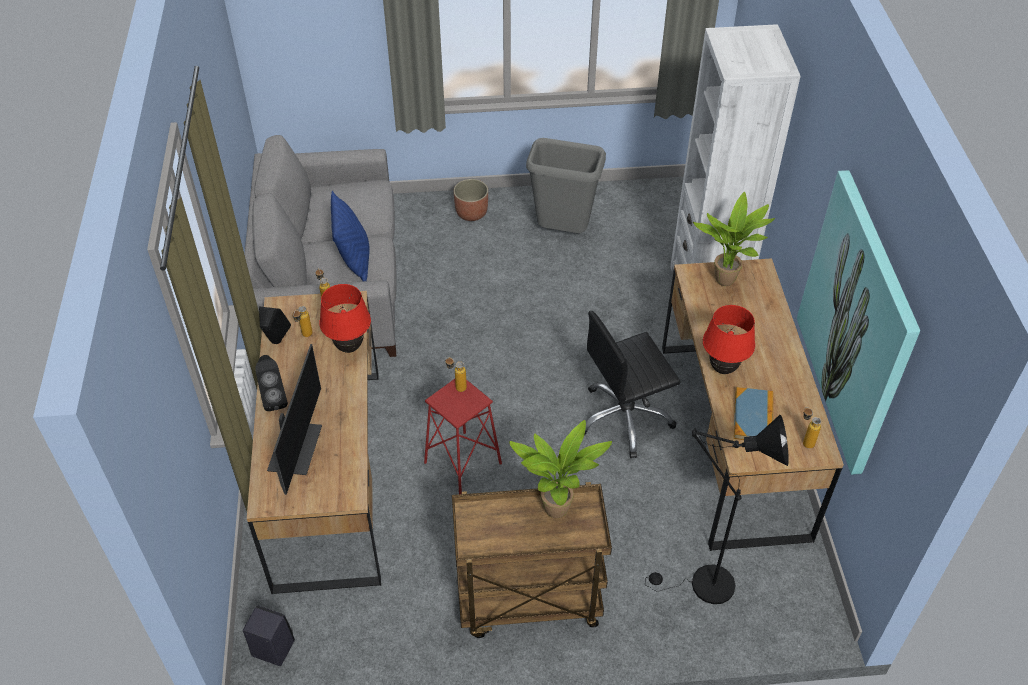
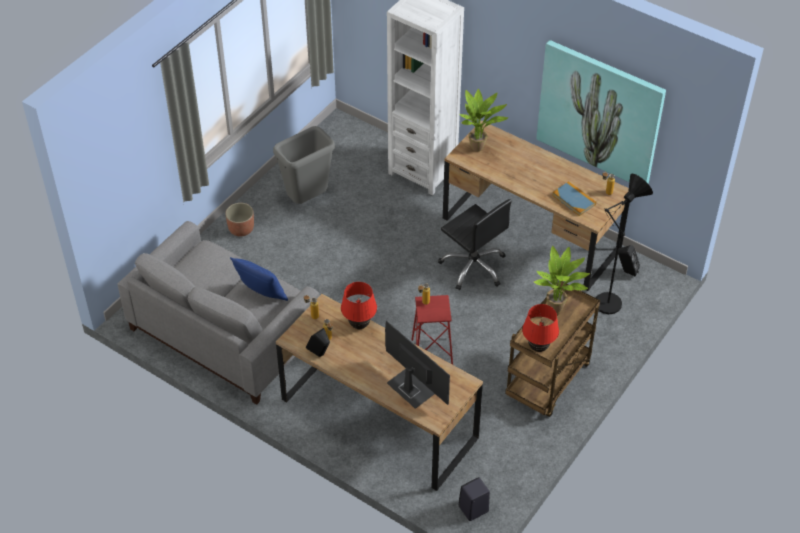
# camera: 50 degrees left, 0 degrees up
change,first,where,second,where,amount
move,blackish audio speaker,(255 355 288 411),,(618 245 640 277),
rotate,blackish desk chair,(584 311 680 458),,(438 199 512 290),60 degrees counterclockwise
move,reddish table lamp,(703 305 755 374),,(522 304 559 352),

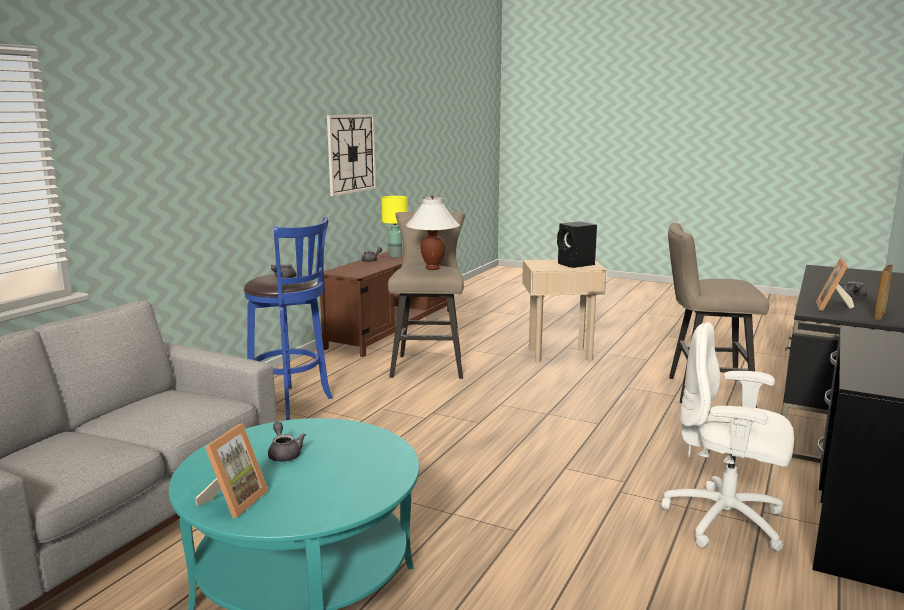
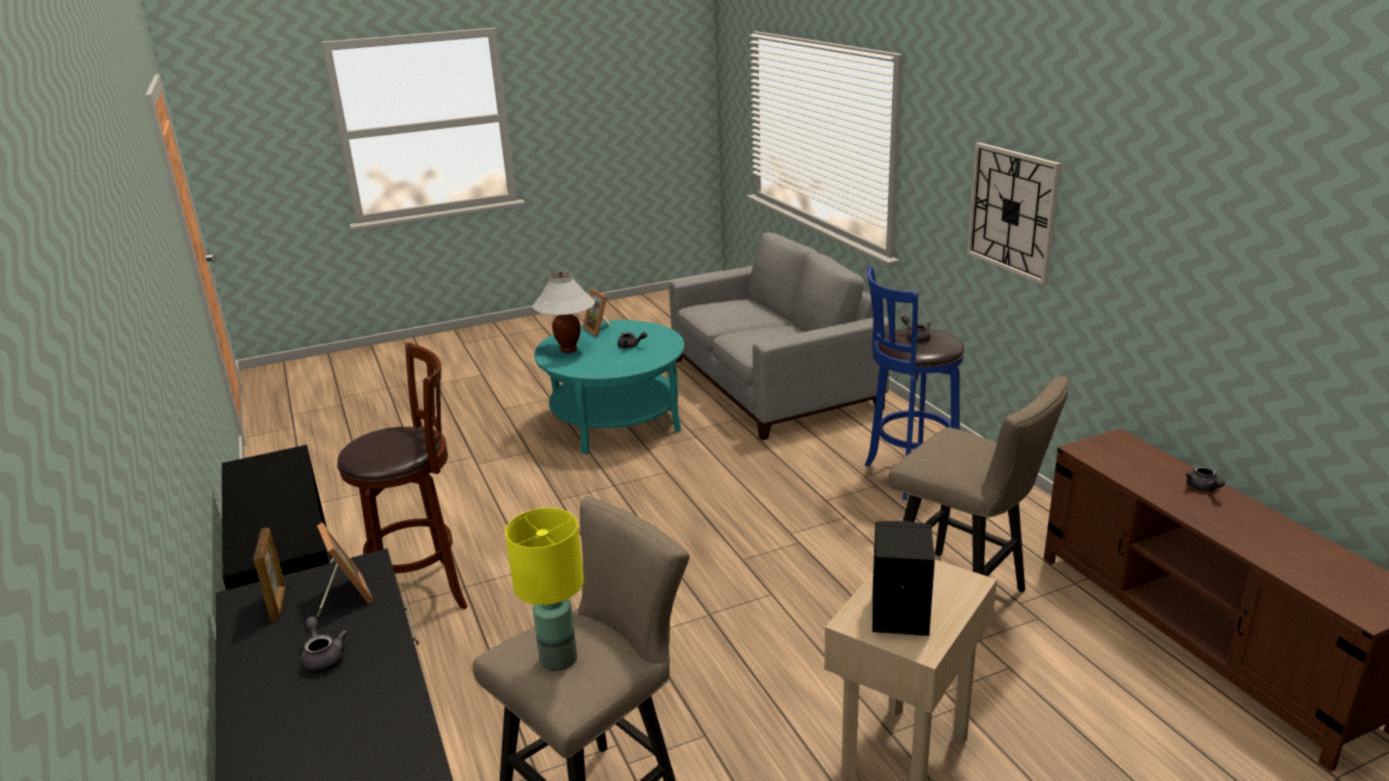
# camera: 130 degrees right, 10 degrees up
change,first,where,second,where,amount
move,hanging clock,(327 114 376 196),,(967 142 1062 285),
move,yellowish table lamp,(381 196 408 258),,(505 508 584 671),
move,white table lamp,(406 195 460 270),,(533 271 595 353),
replace,white desk chair,(661 322 794 551),brown sitting stool,(337 343 468 609),

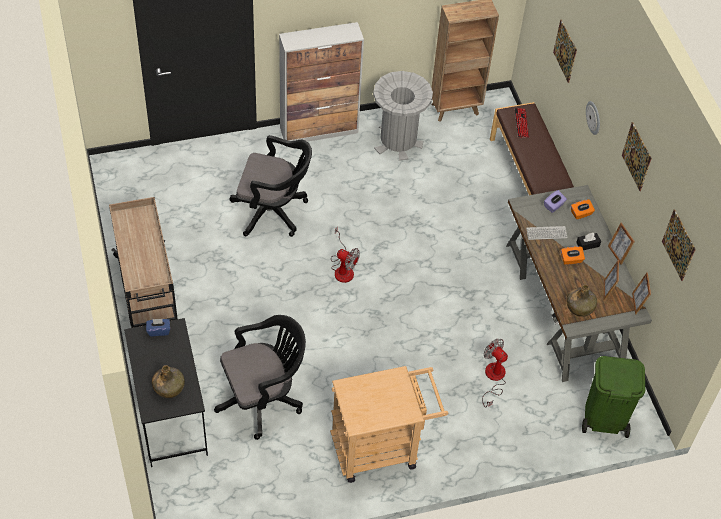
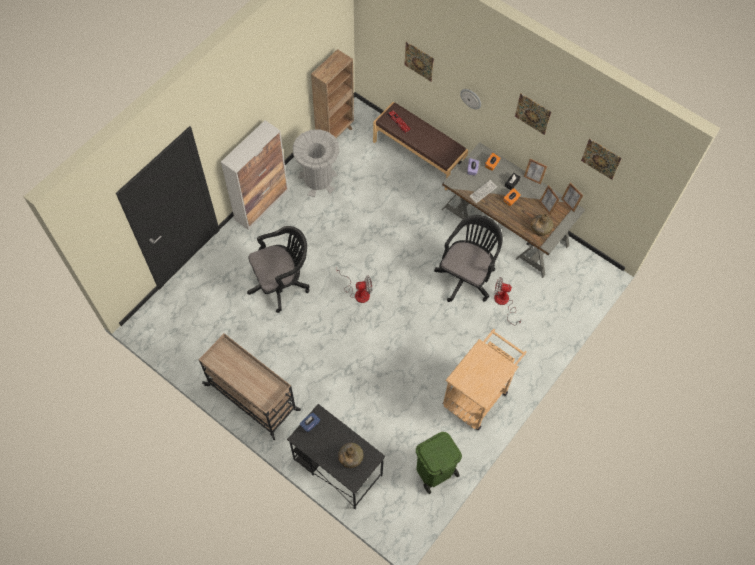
# camera: 35 degrees left, 10 degrees up
change,first,where,second,where,amount
move,blackish desk chair,(214 315 306 440),,(434 215 503 302),
move,greenish trash can,(582 356 645 438),,(416 432 462 494),

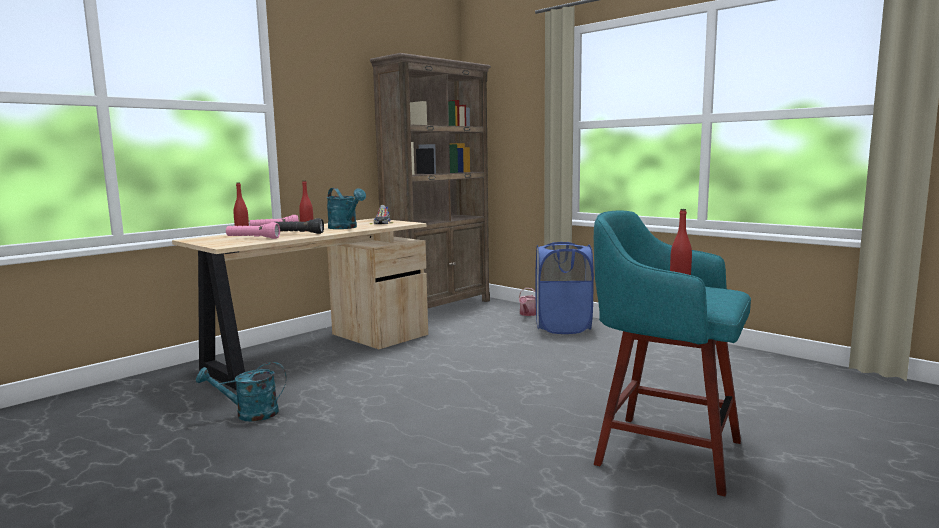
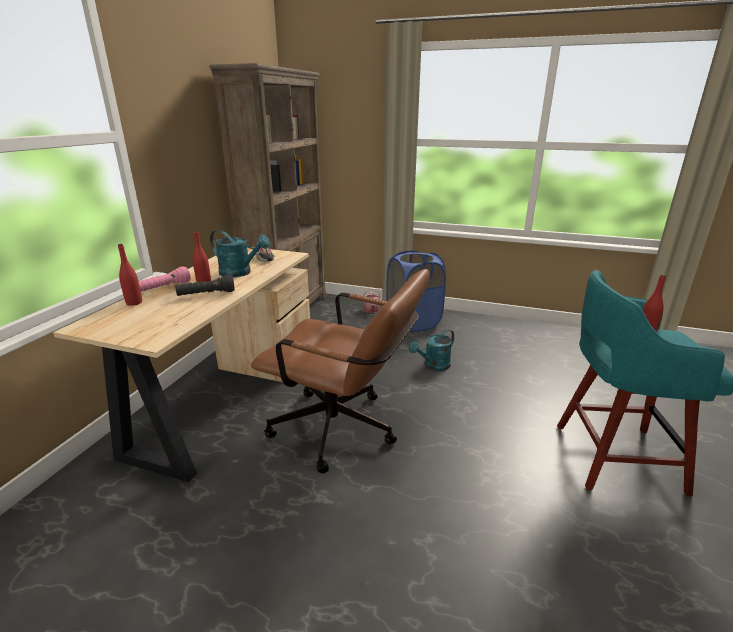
# camera: 25 degrees left, 15 degrees up
change,first,where,second,where,amount
move,blue-green watering can,(196 362 287 422),,(409 329 454 371),
delete,pink flashlight,(226 222 280 239),,,
insert,,,brown desk chair,(251 269 429 473),

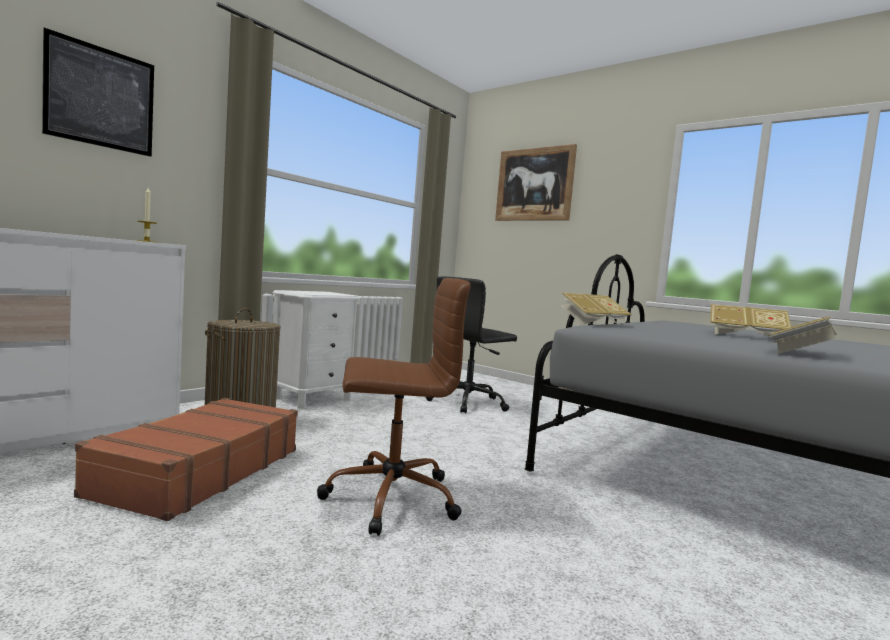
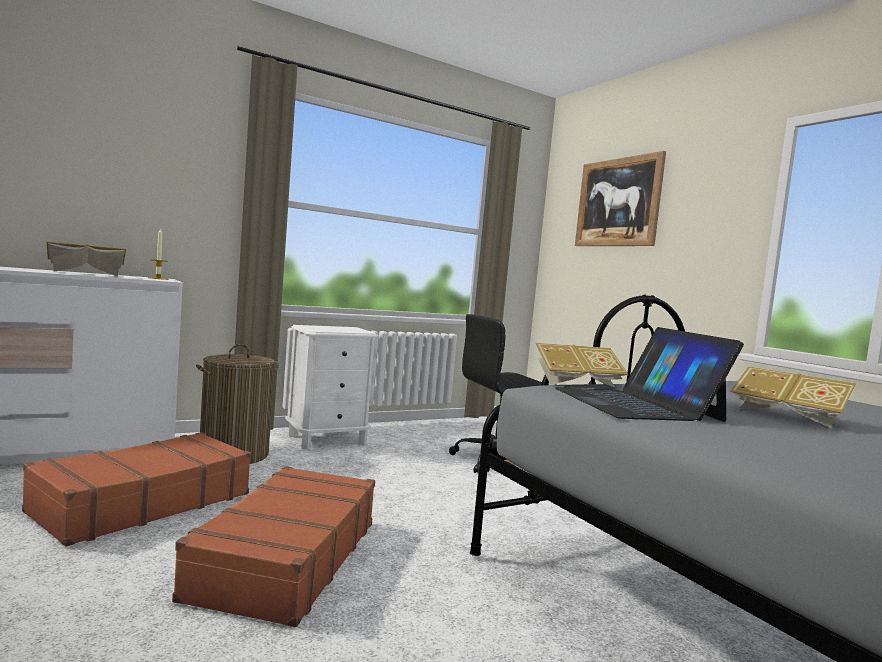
# camera: 20 degrees right, 0 degrees up
change,first,where,second,where,amount
delete,picture,(42 28 154 157),,,
replace,brown desk chair,(317 278 471 536),brown piece of luggage,(172 466 375 627),
move,volume,(768 316 837 354),,(47 242 126 276),
insert,,,portable computer,(555 327 744 422),

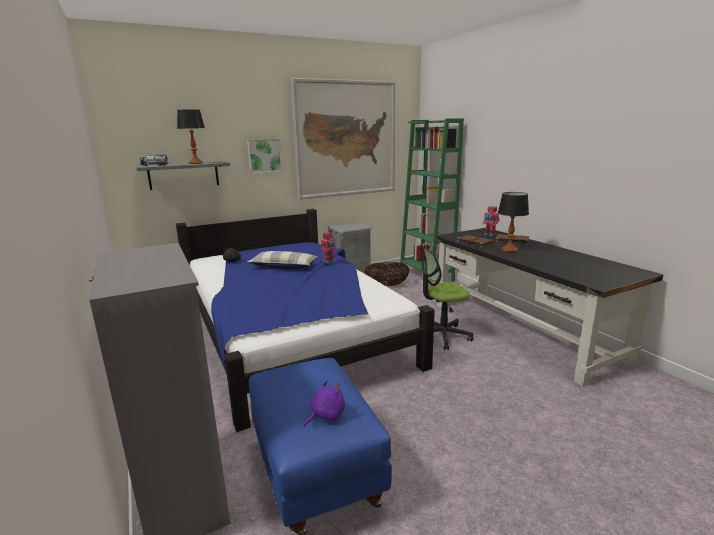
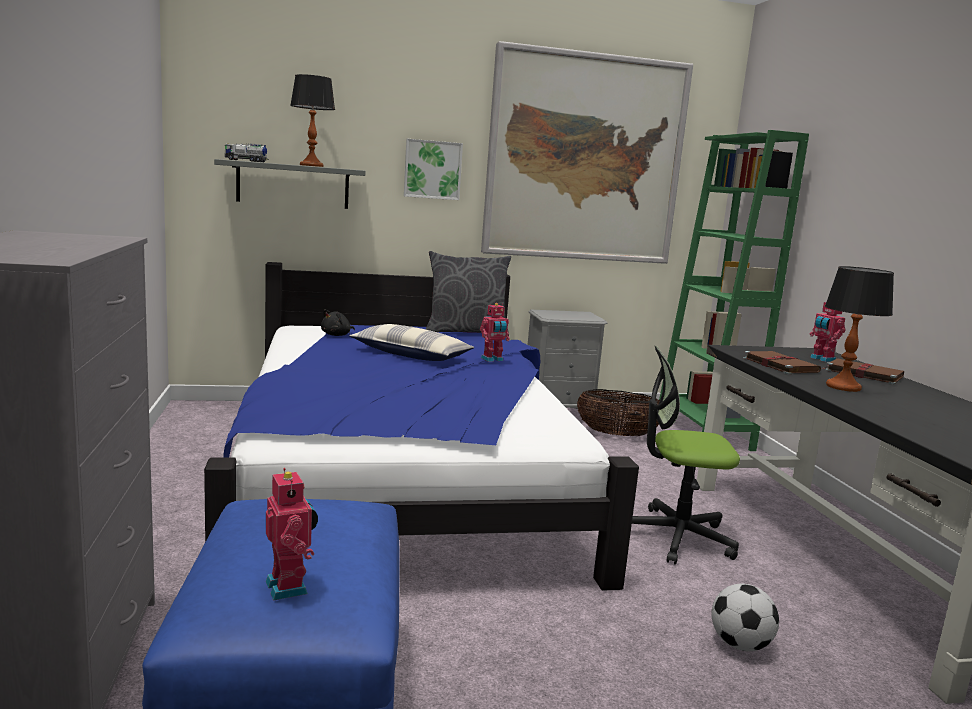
# camera: 15 degrees right, 5 degrees down
change,first,where,second,where,amount
replace,purple-coloured cuddly toy,(304 380 345 427),model robot,(266 468 318 601),
insert,,,greyish cushion,(426 251 511 337),
insert,,,football ball,(712 584 779 651),

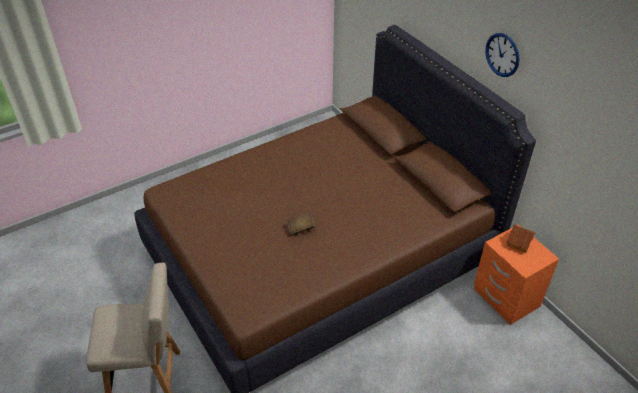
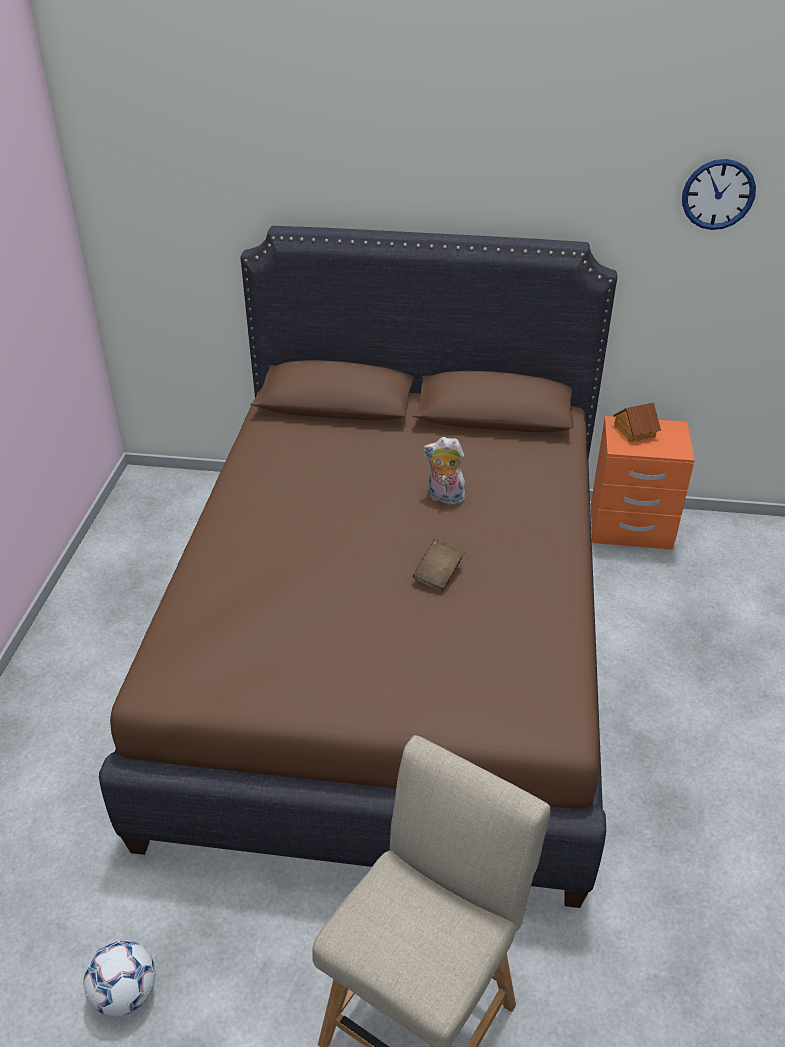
# camera: 50 degrees left, 5 degrees down
change,first,where,second,where,amount
move,hanging clock,(485 33 520 77),,(682 159 756 230),
insert,,,football ball,(83 940 155 1017),
insert,,,cuddly toy,(424 437 465 505),

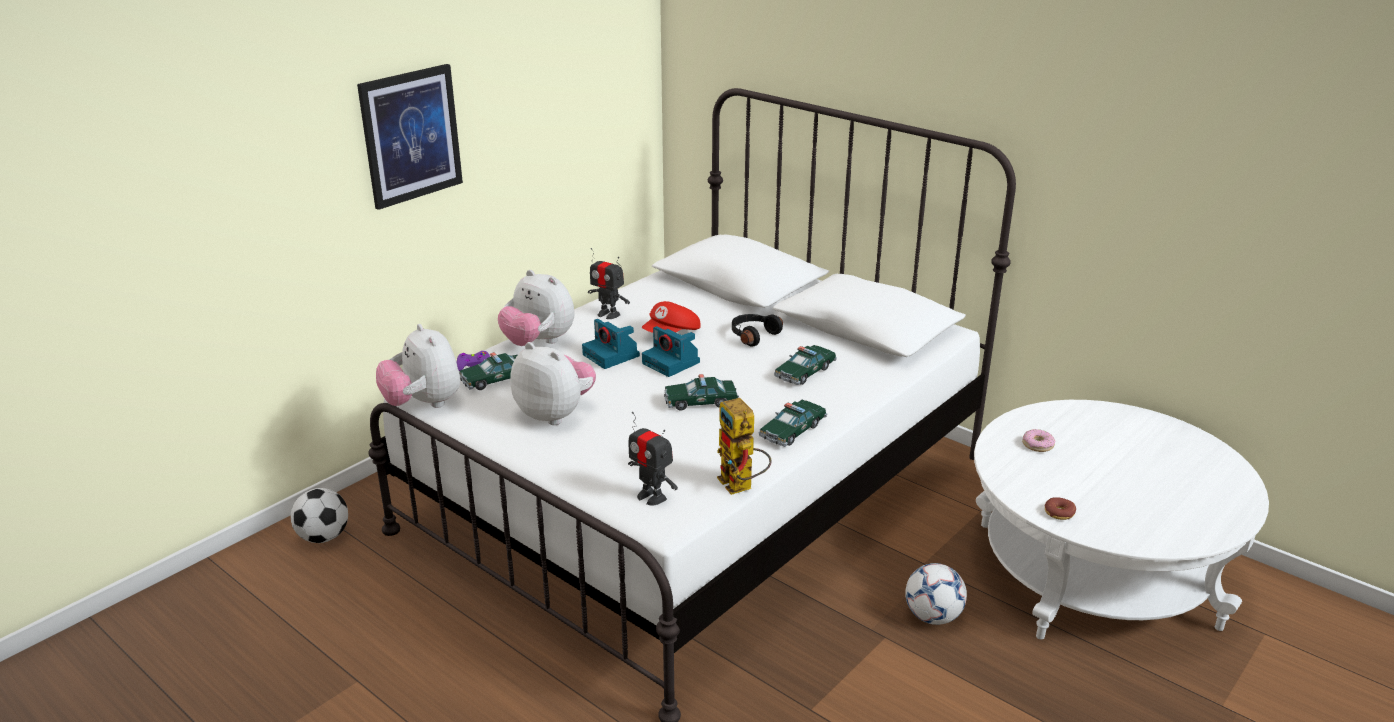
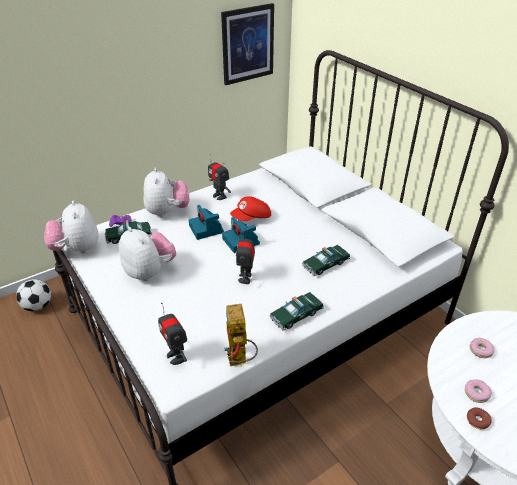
# camera: 15 degrees right, 10 degrees up
change,first,where,second,where,amount
move,picture,(357 64 463 210),,(221 3 274 85),
rotate,cuddly toy,(498 270 575 346),,(143 168 189 218),150 degrees counterclockwise
replace,miniature car,(664 374 739 410),model robot,(236 227 255 284),
delete,blackish pair of headphones,(732 314 783 347),,,
delete,football ball,(905 563 967 625),,,
insert,,,donut,(465 379 492 403),

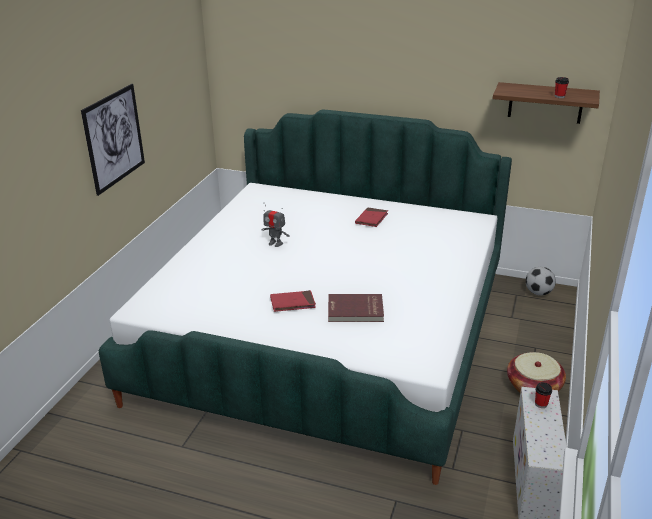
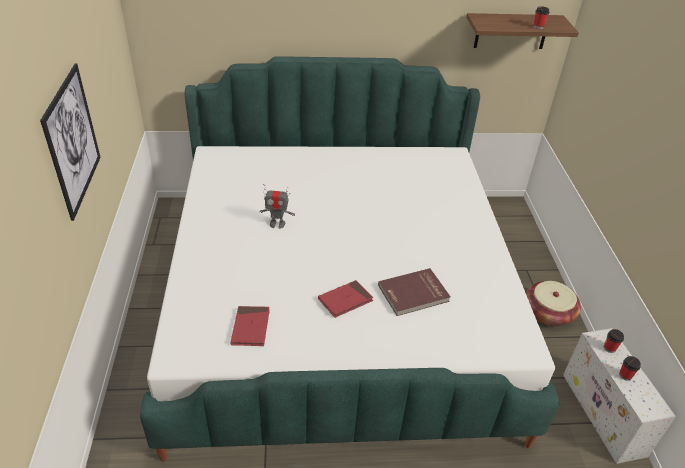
# camera: 25 degrees left, 10 degrees up
change,first,where,second,where,amount
move,reddish volume,(355 207 388 227),,(230 306 270 346),
delete,football ball,(526 267 556 296),,,
insert,,,drinking cup,(619 356 641 381),

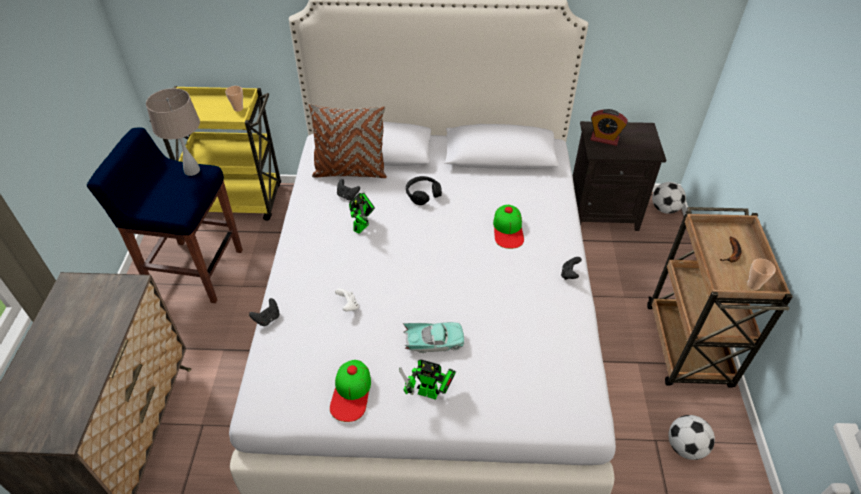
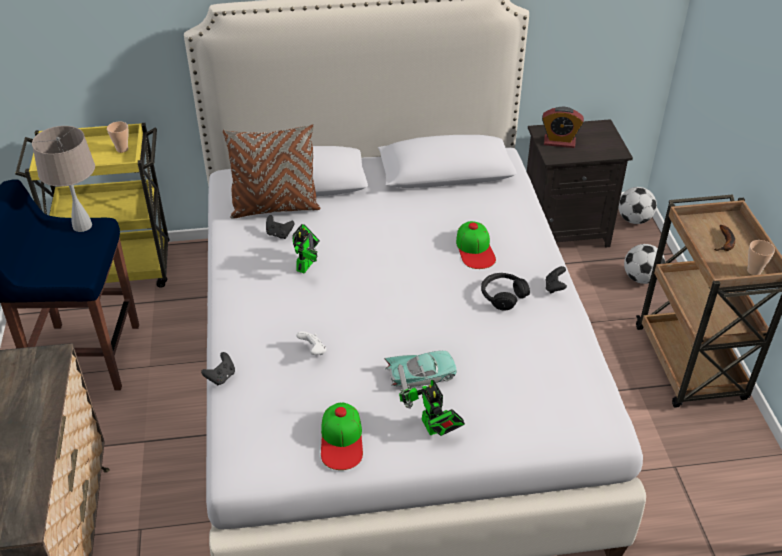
# camera: 10 degrees left, 5 degrees down
change,first,where,second,where,amount
rotate,model robot,(399 359 456 400),,(398 364 465 436),60 degrees clockwise
move,blackish pair of headphones,(406 176 442 205),,(481 273 530 311),
move,football ball,(668 415 715 460),,(624 244 665 284),

